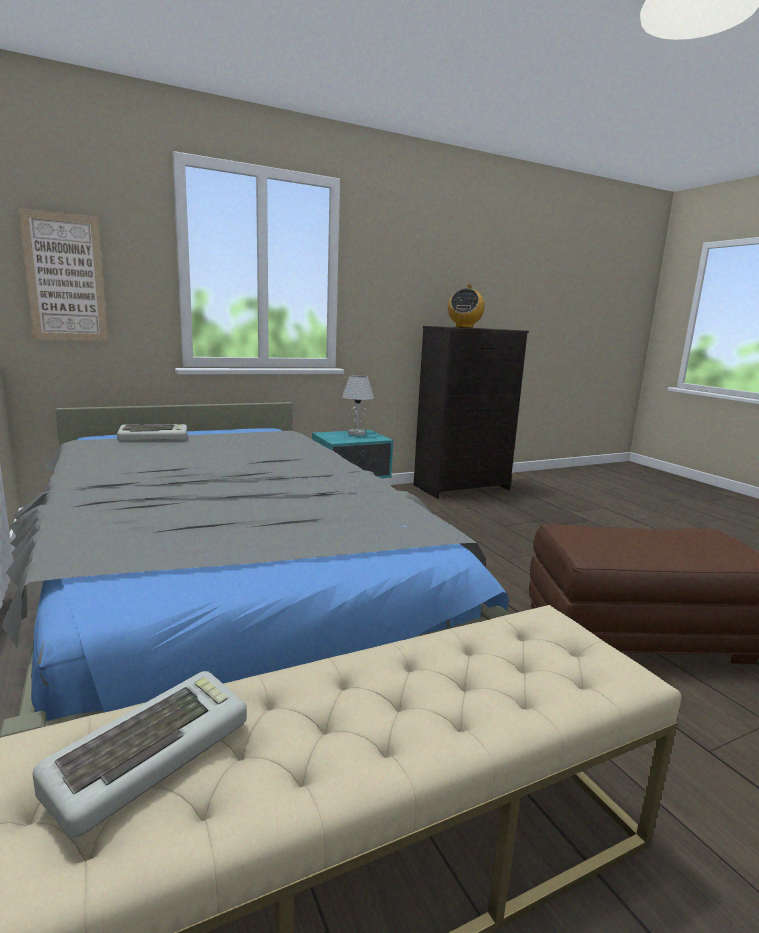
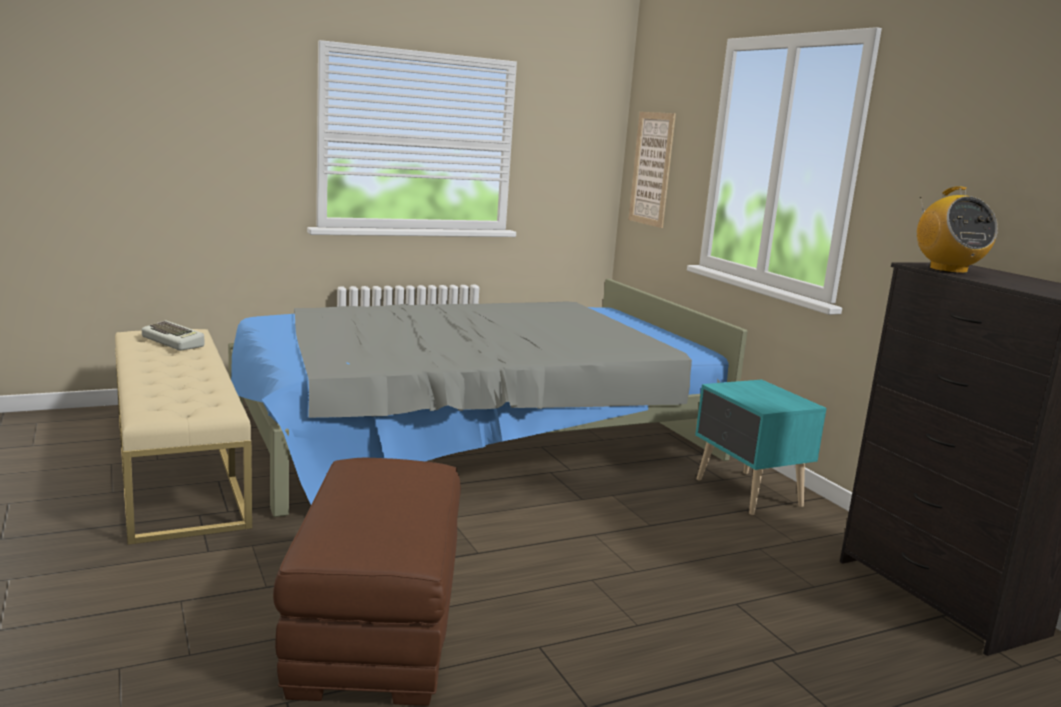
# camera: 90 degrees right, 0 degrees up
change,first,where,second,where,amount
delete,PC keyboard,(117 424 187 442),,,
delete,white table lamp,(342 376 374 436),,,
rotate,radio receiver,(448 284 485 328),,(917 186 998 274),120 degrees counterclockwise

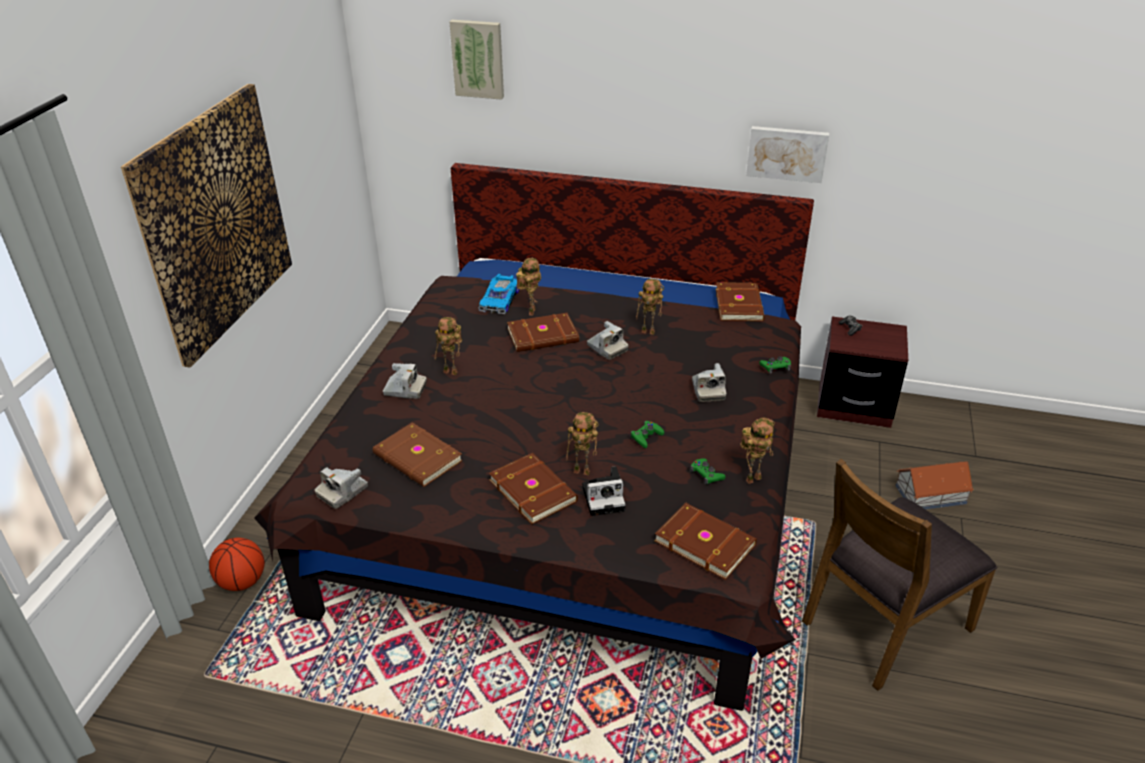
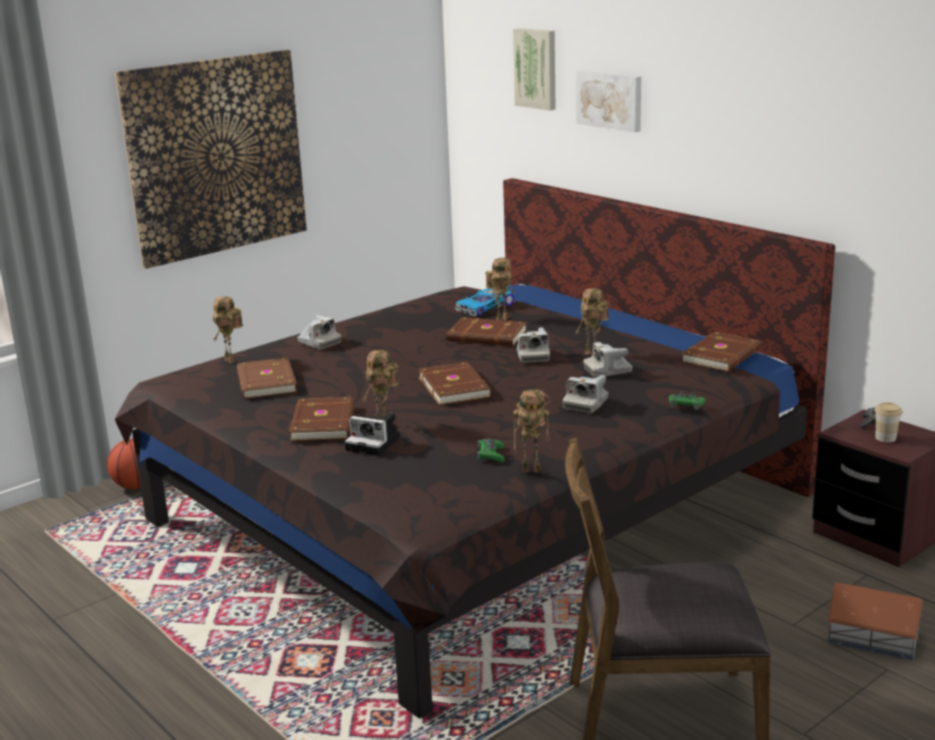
# camera: 35 degrees right, 15 degrees down
change,first,where,second,where,amount
move,photo camera,(315 467 368 509),,(583 342 633 378),
move,model robot,(434 317 462 375),,(213 296 243 364),
delete,greenish gamepad,(631 421 664 448),,,
move,brown volume,(655 503 757 580),,(418 362 492 406),
move,picture,(746 126 829 183),,(576 70 641 132),
insert,,,drinking cup,(875 402 902 442),

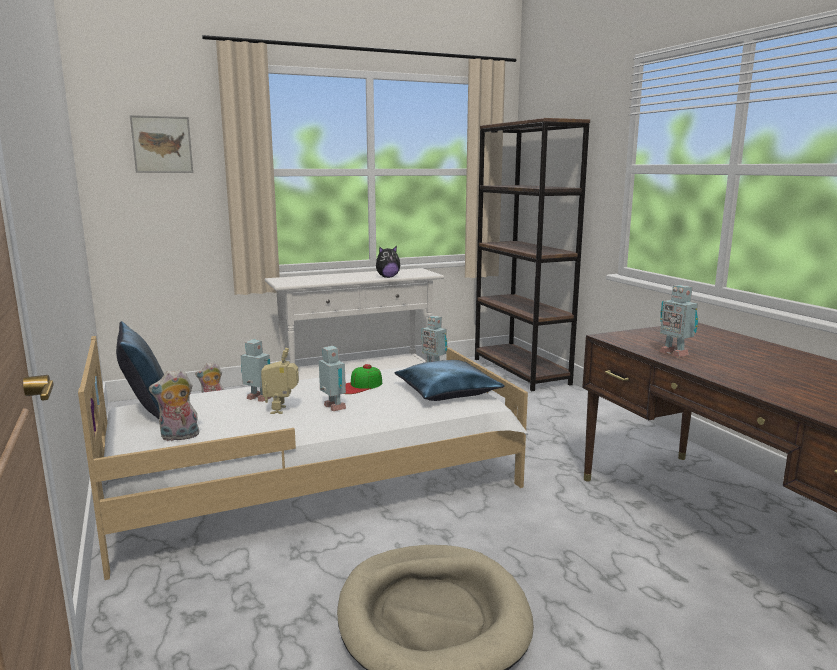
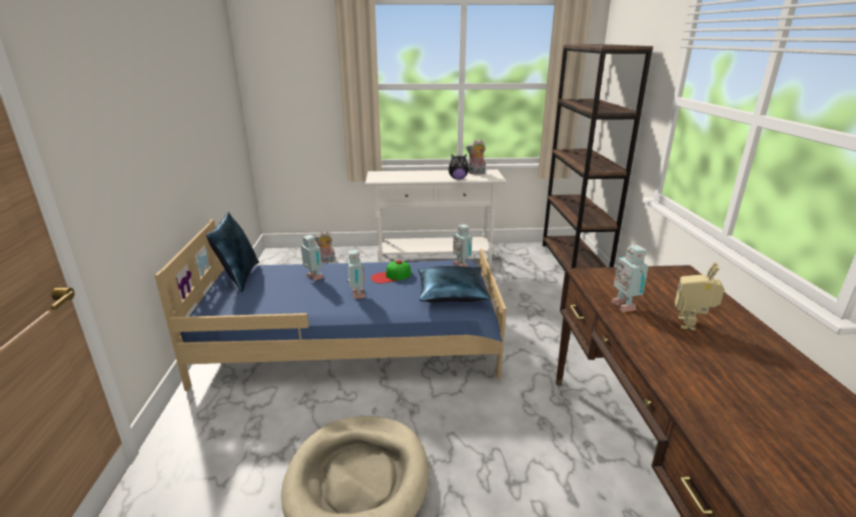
# camera: 20 degrees right, 10 degrees up
change,first,where,second,where,amount
recolor,white sleeping bed,(78 336 529 580),bluish sleeping bed,(154 219 506 391),
delete,picture,(130 115 193 173),,,
move,cuddly toy,(149 369 200 441),,(466 139 486 175),
move,model robot,(261 348 299 414),,(675 262 725 331),

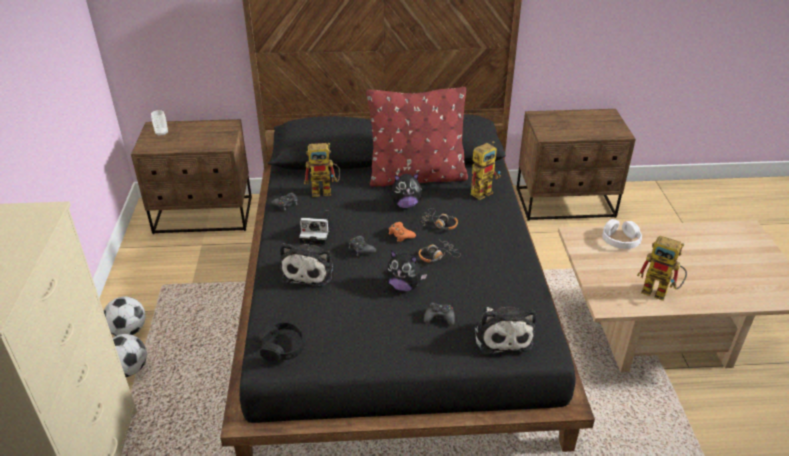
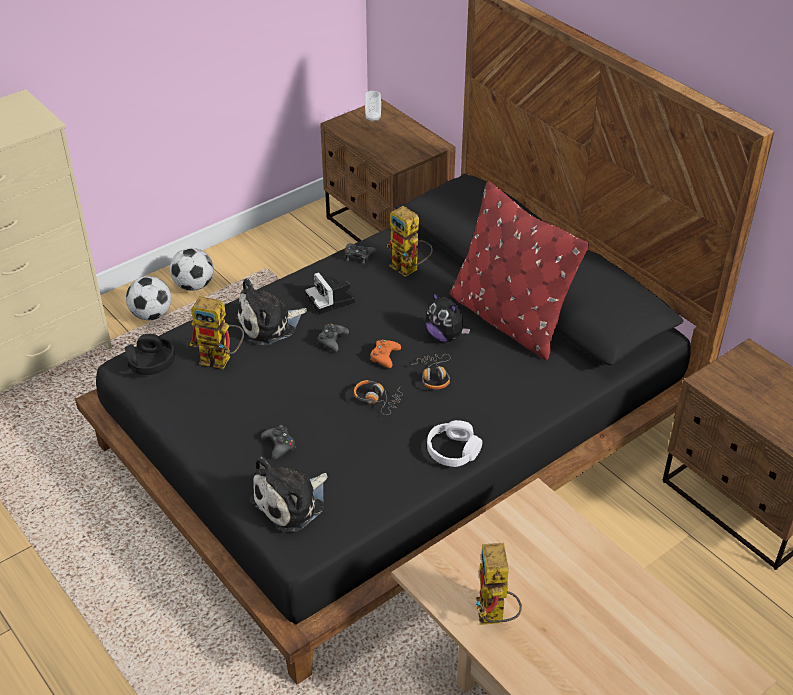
# camera: 55 degrees right, 5 degrees up
change,first,where,second,where,amount
delete,cuddly toy,(386 250 427 291),,,
move,model robot,(470 141 501 200),,(190 296 244 369),
move,white pair of headphones,(602 219 642 249),,(427 420 482 467),

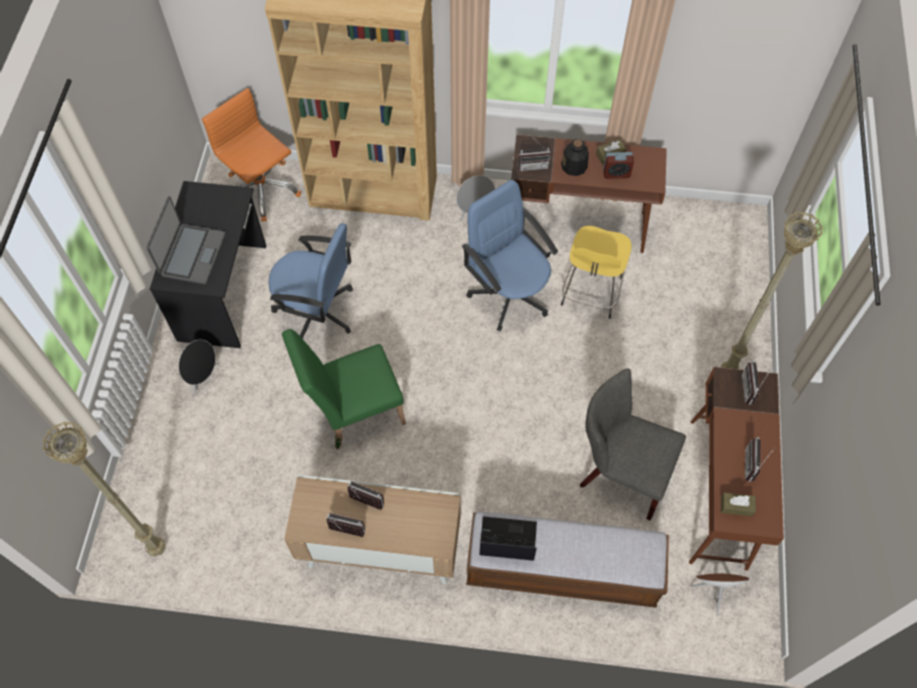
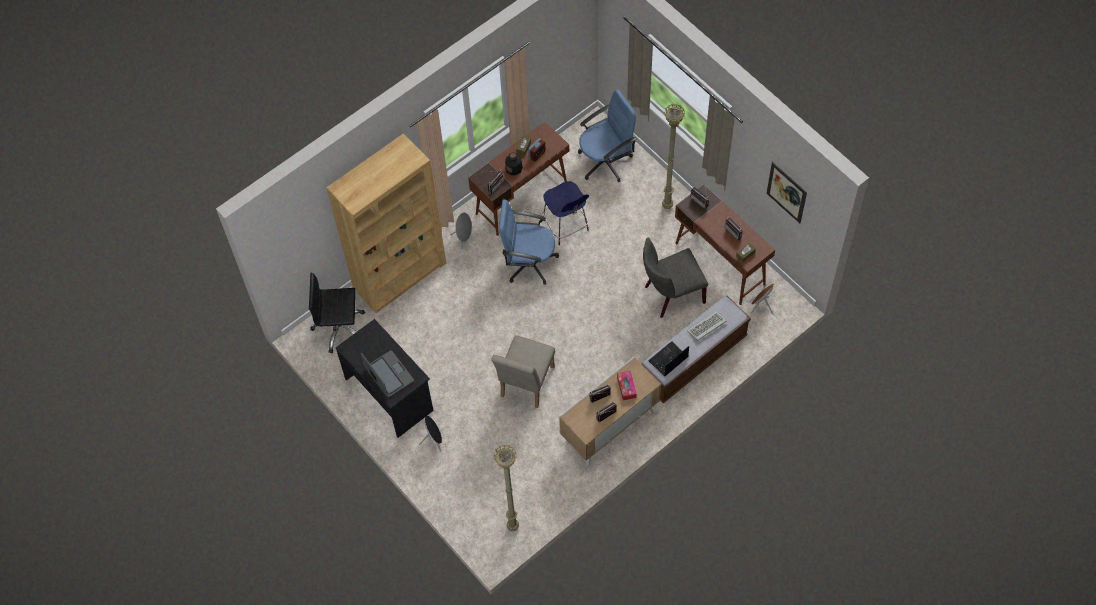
# camera: 45 degrees left, 0 degrees up
change,first,where,second,where,amount
recolor,orange-coloured desk chair,(202 88 301 222),blackish desk chair,(309 273 365 353),
move,bluish desk chair,(268 223 353 339),,(578 89 636 182),
recolor,greenish plain chair,(282 329 406 450),beige-coloured plain chair,(491 335 555 408),
recolor,yellowish sitting stool,(561 226 632 319),bluish sitting stool,(543 181 589 245),
insert,,,tissue holder,(617 371 637 400),
insert,,,PC keyboard,(687 311 727 341),
insert,,,picture,(766 162 807 223),

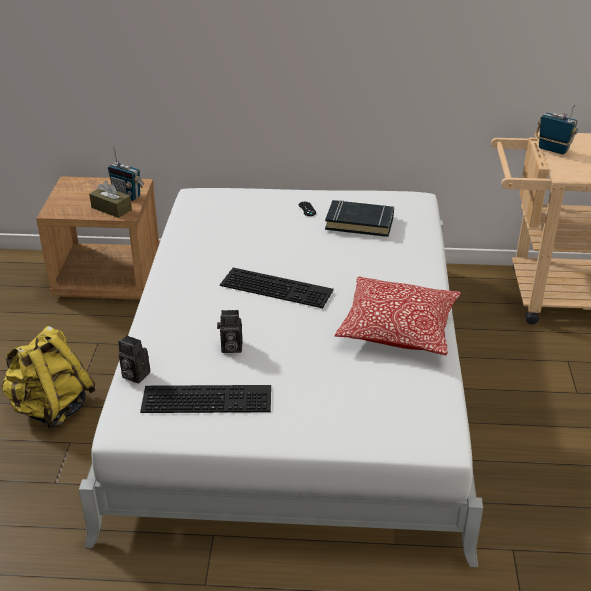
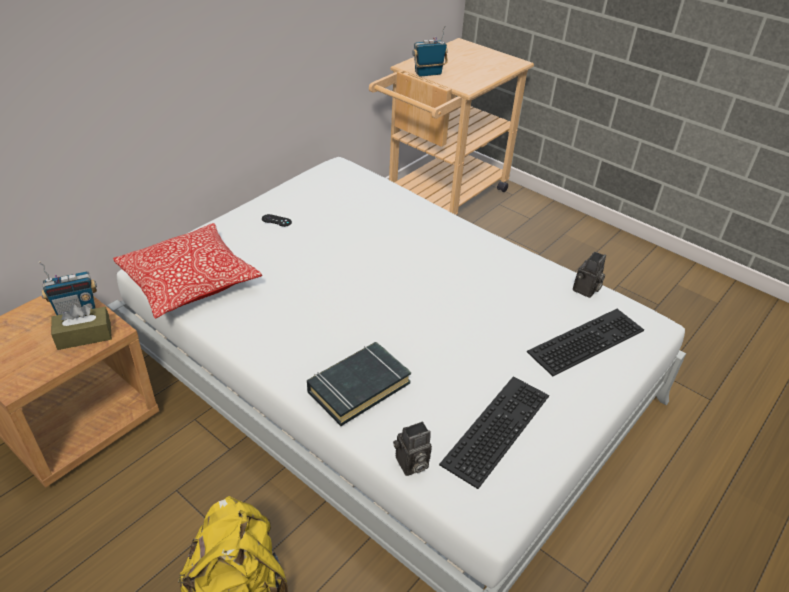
# camera: 55 degrees left, 5 degrees up
change,first,where,second,where,amount
move,photo camera,(217 310 242 353),,(573 252 606 298),
move,PC keyboard,(220 268 334 308),,(527 309 644 376),
move,blackish volume,(325 200 394 237),,(307 342 411 426),
move,cushion,(335 276 461 356),,(113 223 262 319),

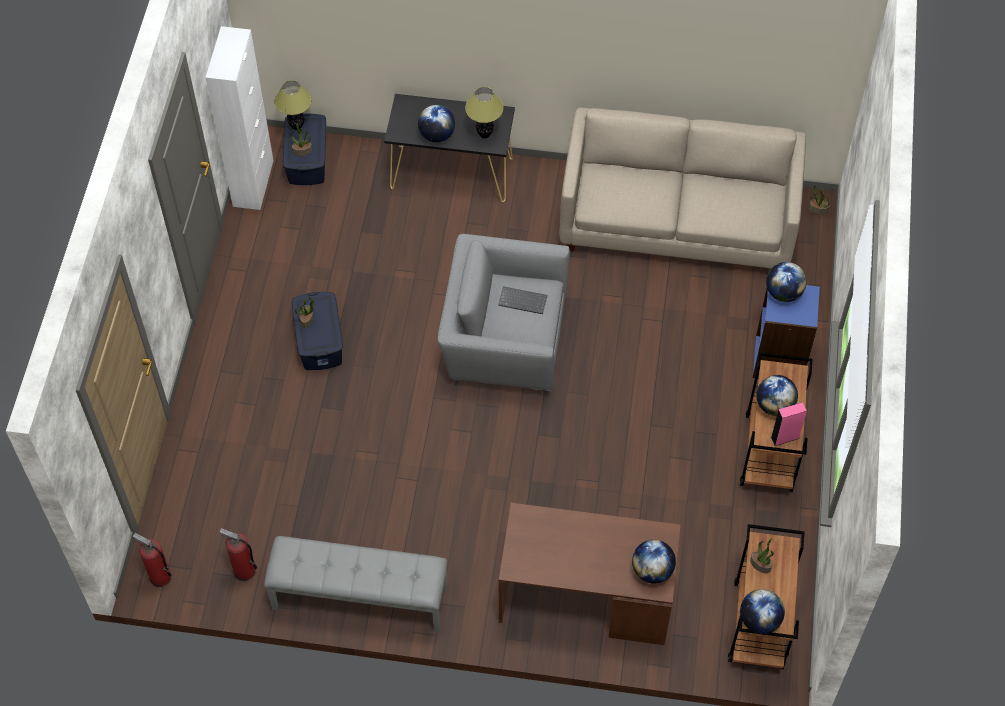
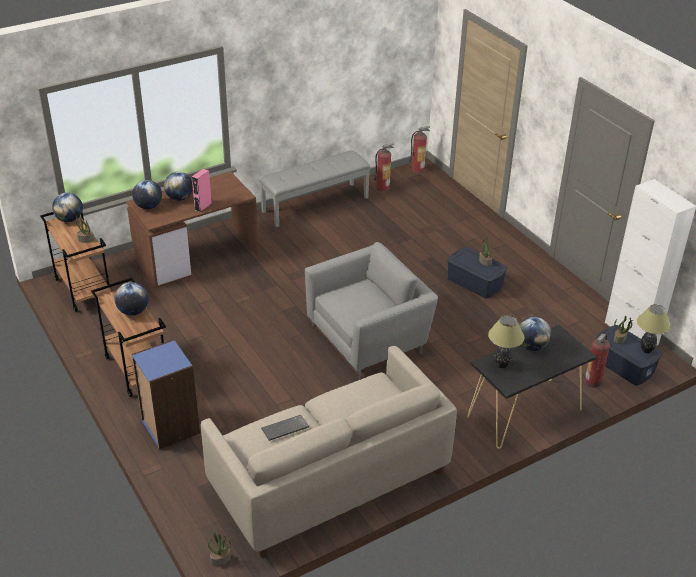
# camera: 140 degrees right, 20 degrees down
change,first,where,second,where,amount
move,PC keyboard,(498 286 547 314),,(261 415 309 441),
move,world globe,(766 262 807 302),,(164 172 193 201),
move,pink audio speaker,(771 402 807 446),,(192 169 212 212),
insert,,,fire-fighting cylinder,(584 333 610 388),

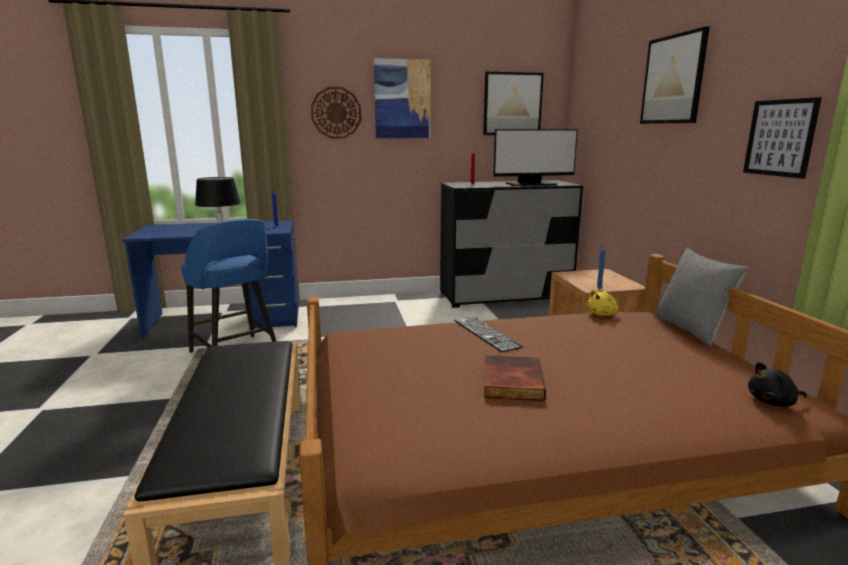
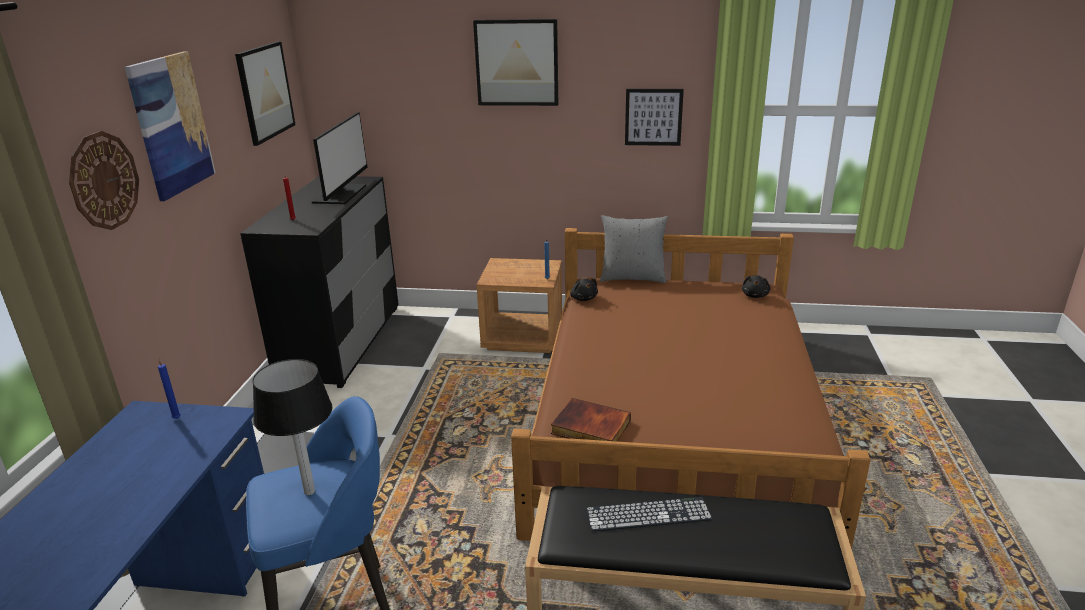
# camera: 70 degrees left, 10 degrees up
change,first,where,second,where,amount
move,PC keyboard,(454 317 523 352),,(586 497 712 532),
move,volume,(484 355 546 401),,(551 398 631 442),
recolor,yellowish cuddly toy,(587 290 619 316),blackish cuddly toy,(570 278 598 301),

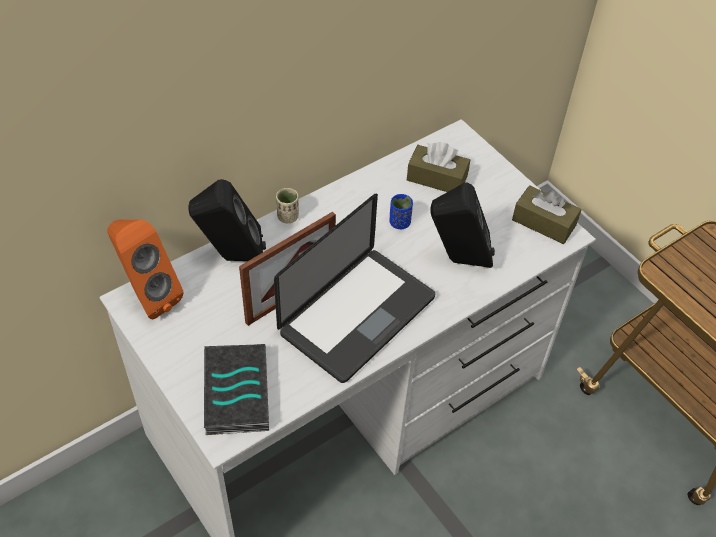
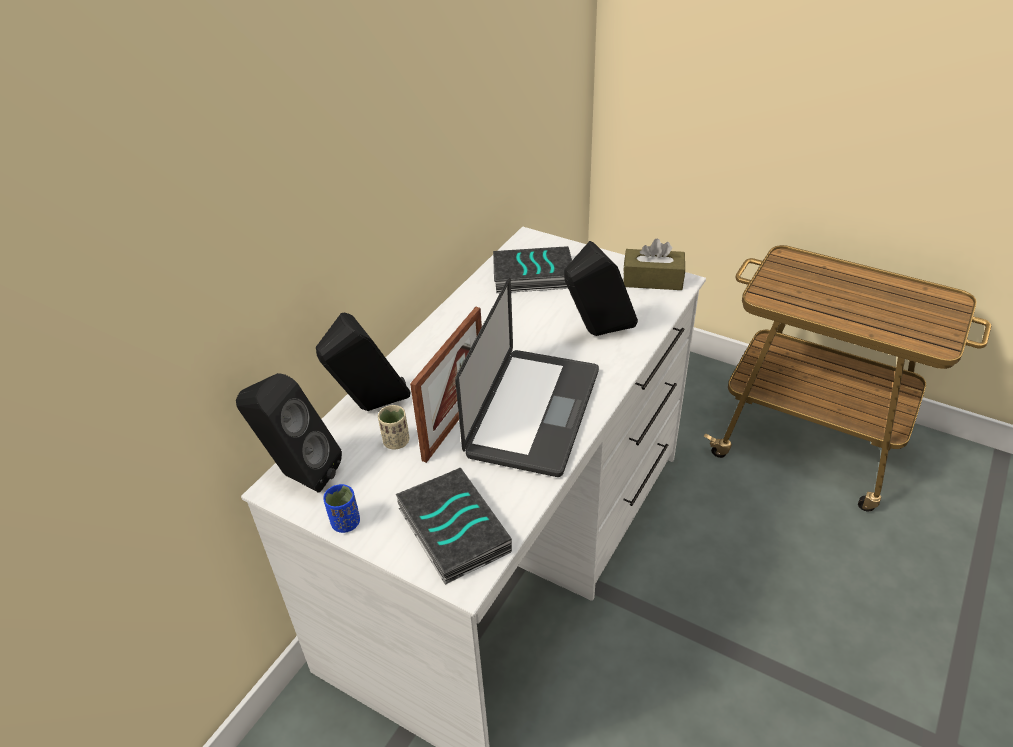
# camera: 20 degrees left, 10 degrees down
change,first,where,second,where,amount
recolor,orange-coloured audio speaker,(107 219 184 319),blackish audio speaker,(236 373 342 492),
move,beige-coloured drinking cup,(276 188 299 223),,(378 405 409 450),
move,bluish drinking cup,(390 194 413 229),,(323 484 360 533),
replace,brown tissue holder,(407 142 470 192),volume,(493 246 572 293),

